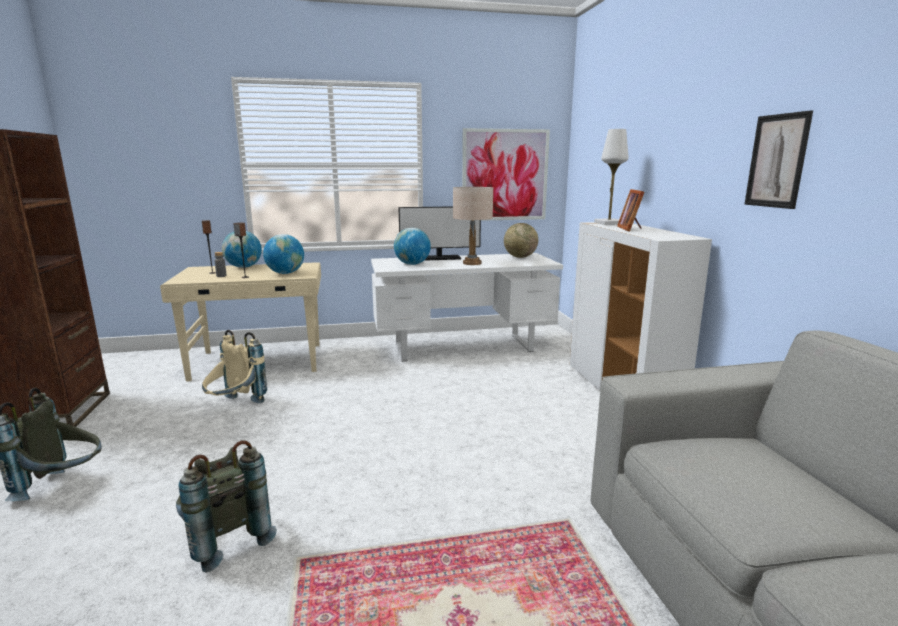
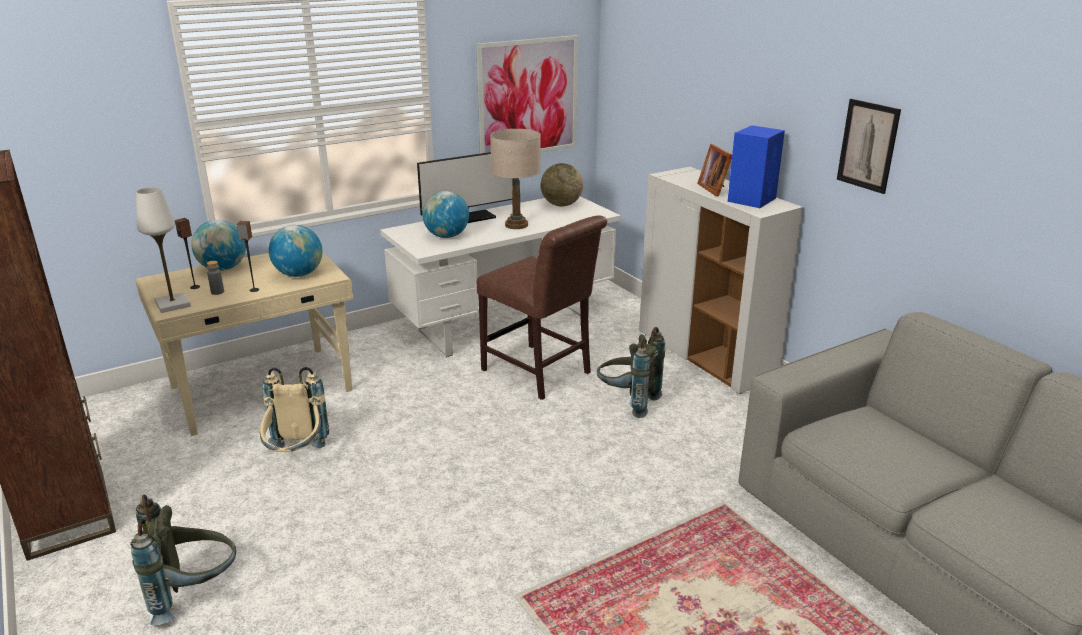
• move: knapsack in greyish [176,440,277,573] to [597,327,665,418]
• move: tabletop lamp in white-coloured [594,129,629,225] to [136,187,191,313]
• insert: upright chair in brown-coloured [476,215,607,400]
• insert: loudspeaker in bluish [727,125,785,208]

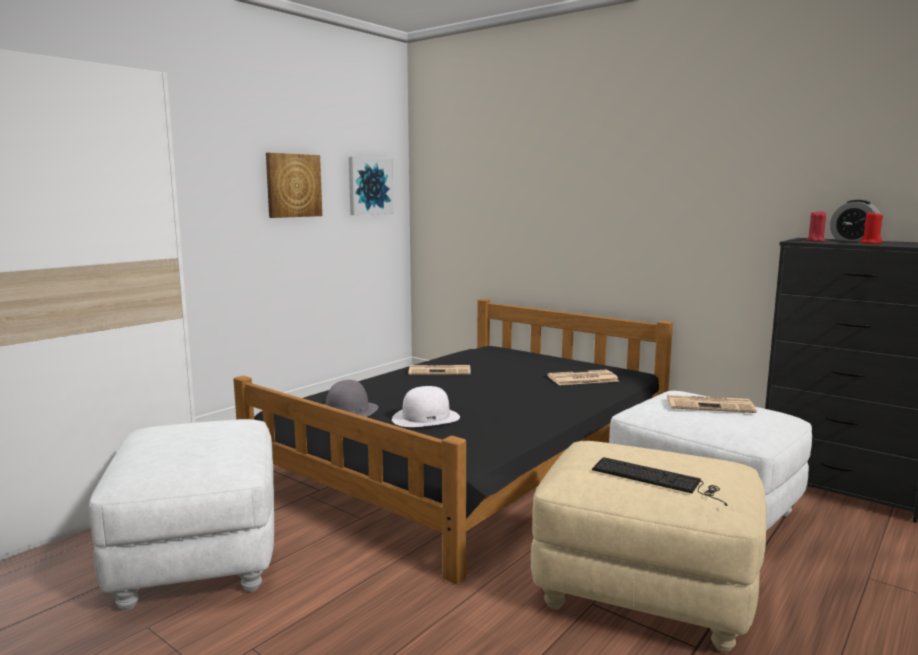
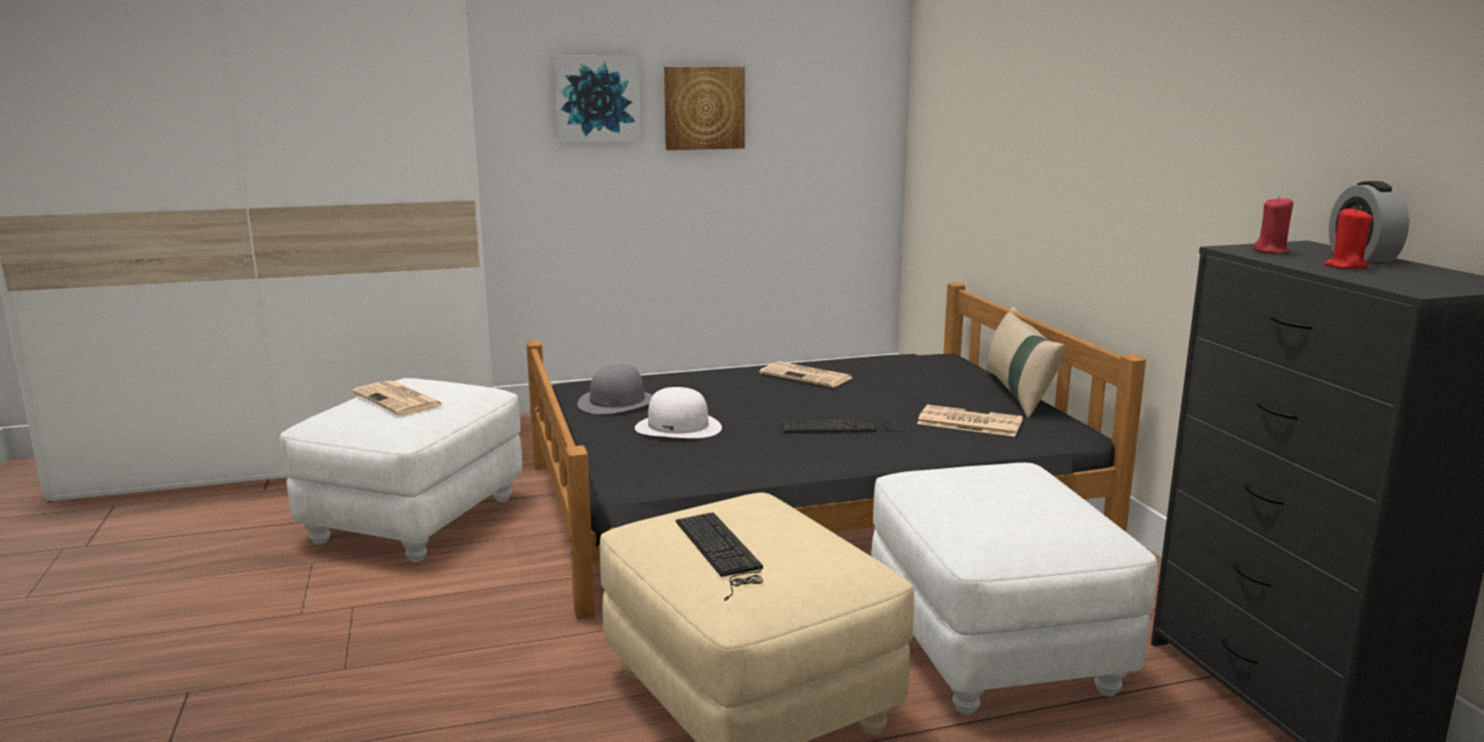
• move: wall picture [349,157,394,215] to [553,55,641,143]
• move: newspaper [667,395,757,413] to [352,380,445,415]
• insert: keyboard [781,419,910,435]
• insert: throw pillow in beige-coloured [985,306,1065,418]

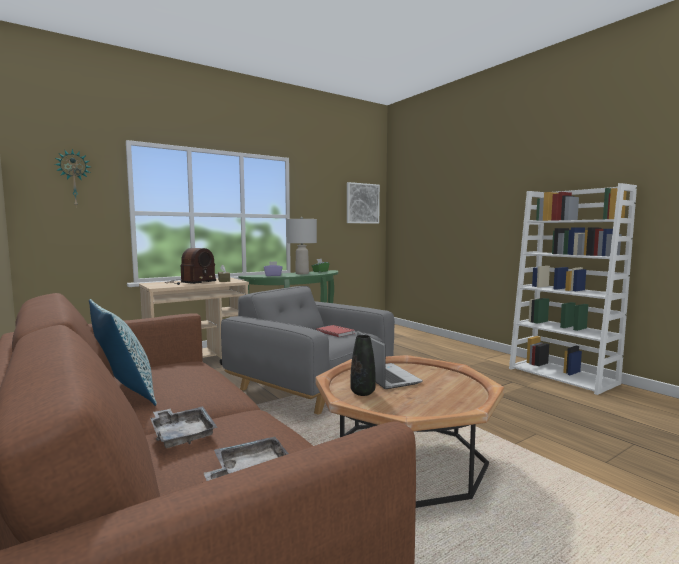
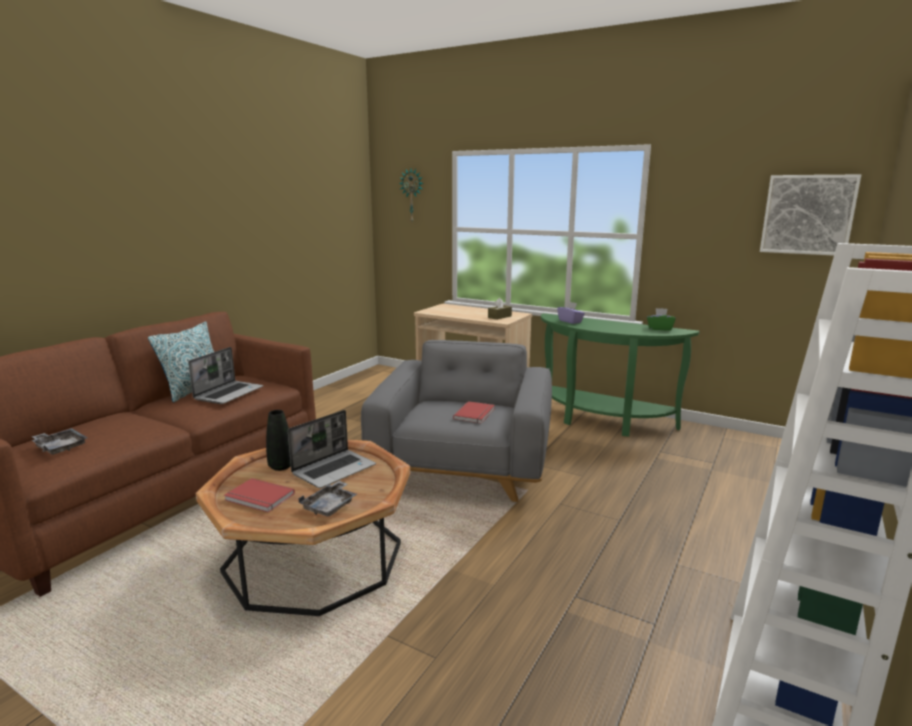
• move: serving tray in greyish [150,406,218,448] to [298,481,357,517]
• delete: radio set [165,248,216,285]
• delete: tabletop lamp in greyish [287,217,317,275]
• insert: notebook computer [188,347,264,404]
• insert: volume in red [224,478,295,512]

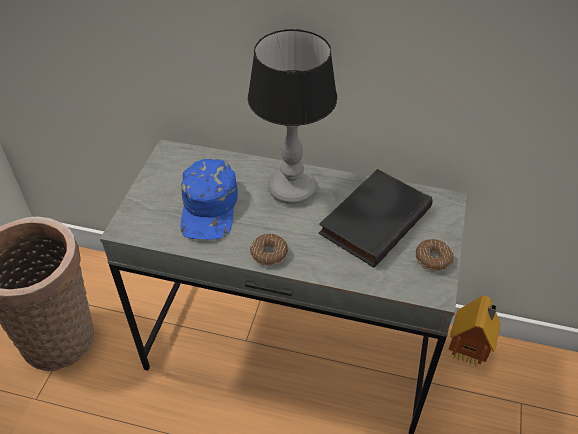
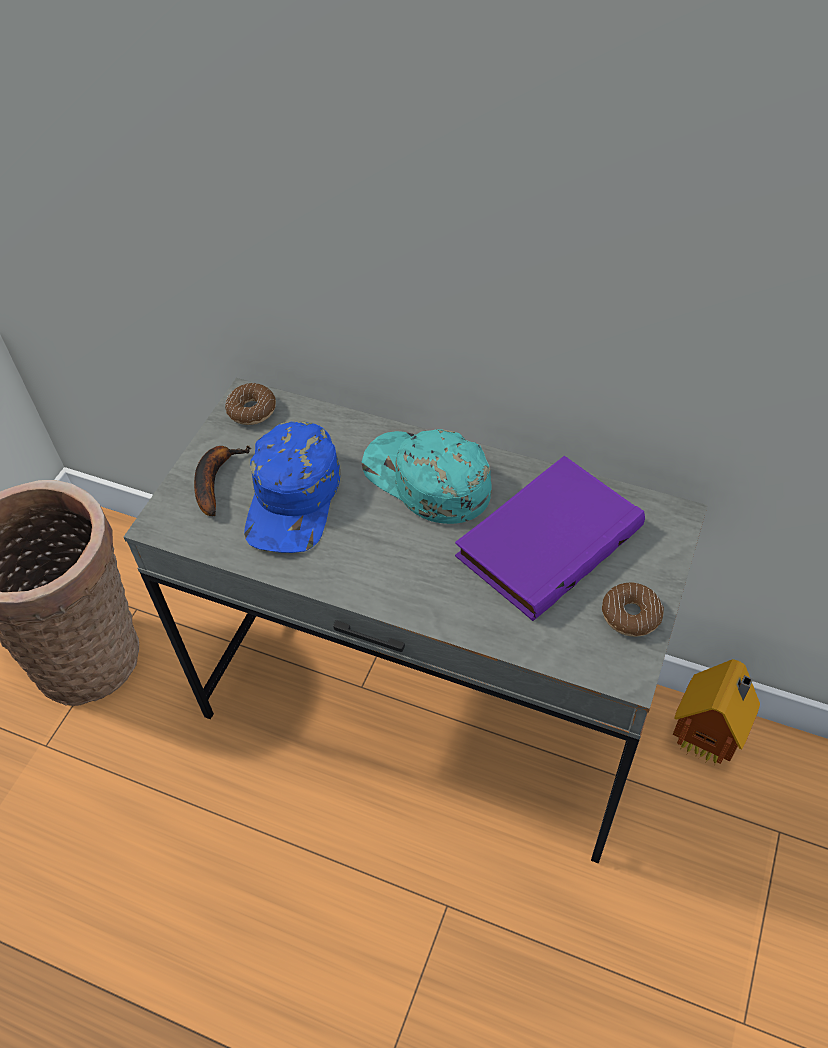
• replace: tabletop lamp [248,29,337,204] to peaked cap in turquoise-coloured [361,429,492,524]
• move: donut [250,234,288,266] to [225,383,276,425]
• recolor: volume in black [319,169,433,268] to volume in purplish [455,456,645,621]
• insert: banana fruit [194,446,252,516]

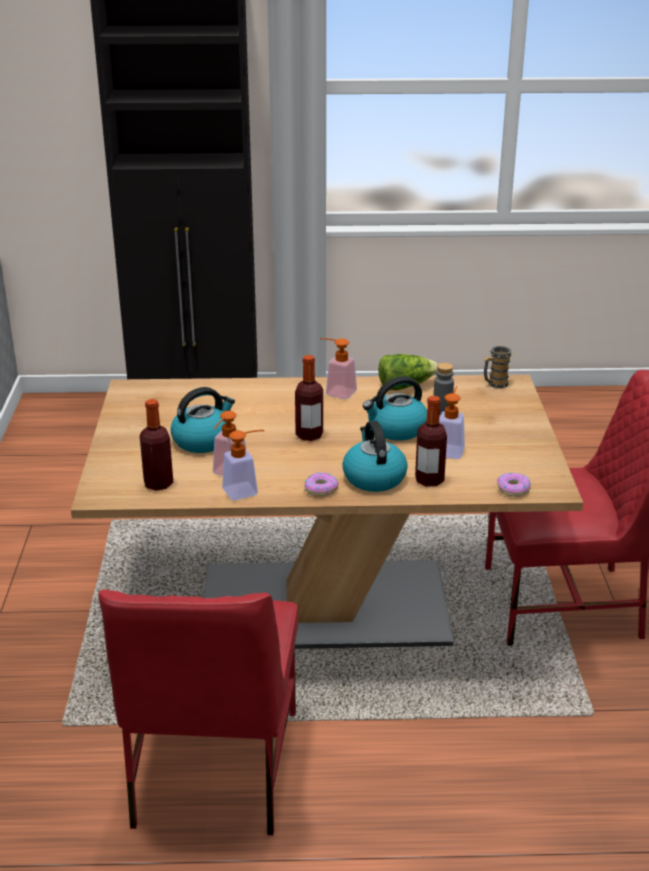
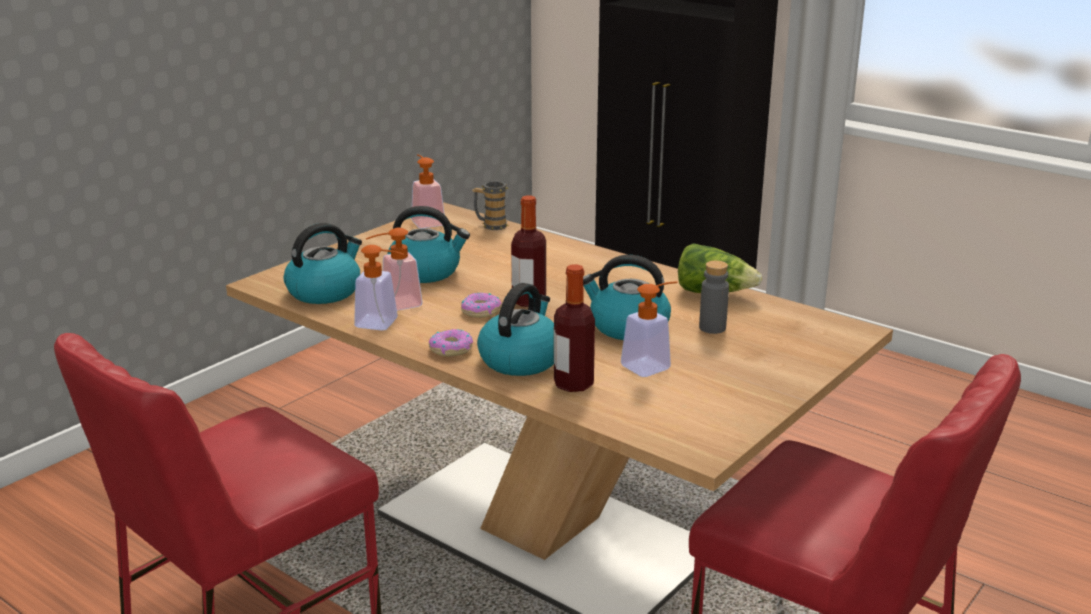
• replace: bottle [140,399,173,491] to tea kettle [284,223,362,304]
• move: soap bottle [320,338,357,399] to [411,154,445,228]
• move: tea mug [484,346,512,388] to [472,181,508,230]
• move: donut [497,472,531,497] to [461,293,502,318]

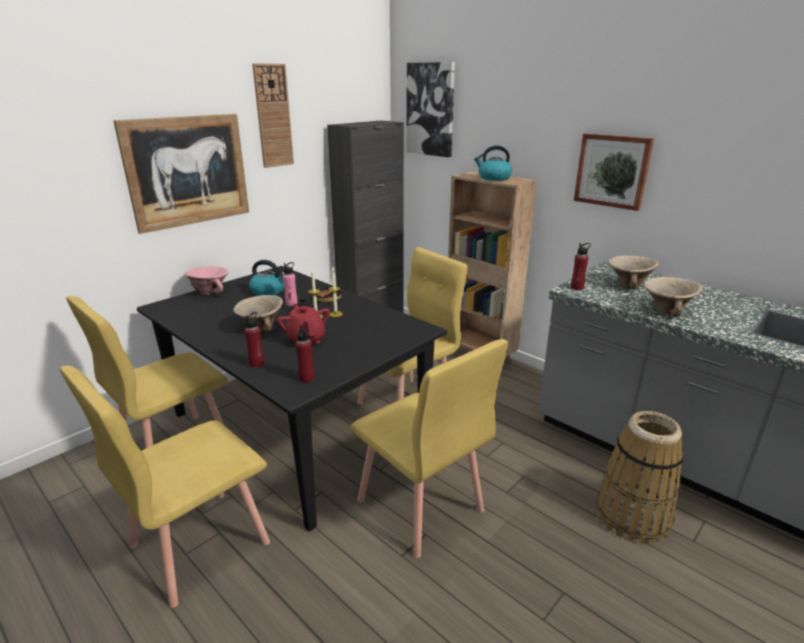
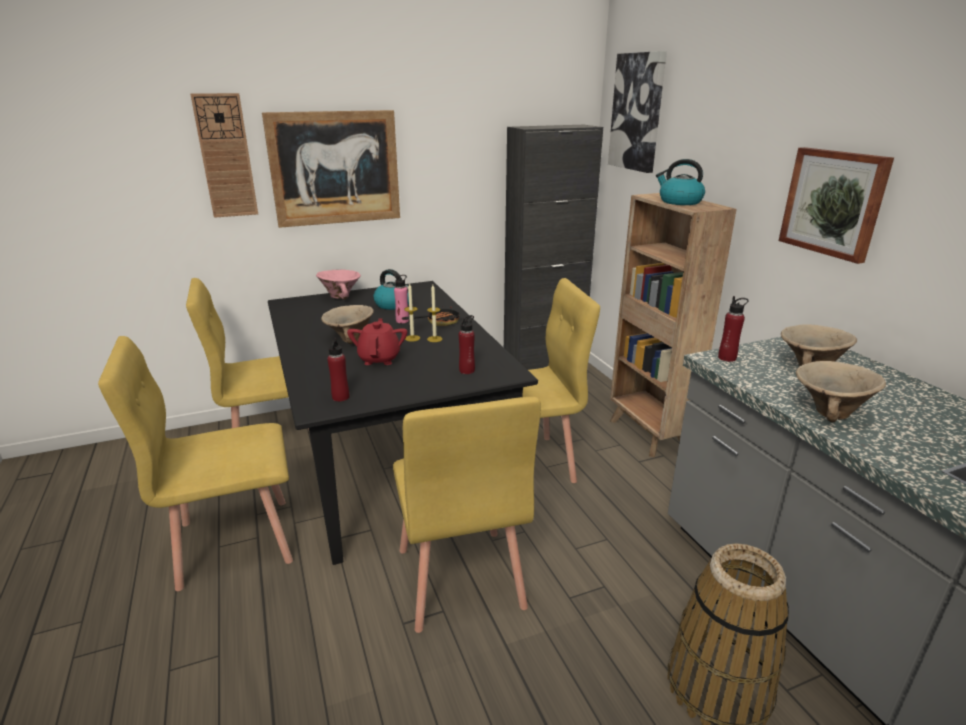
• move: bottle in red [244,312,264,368] to [459,315,475,374]
• move: clock on the wall [252,63,294,168] to [190,93,258,218]

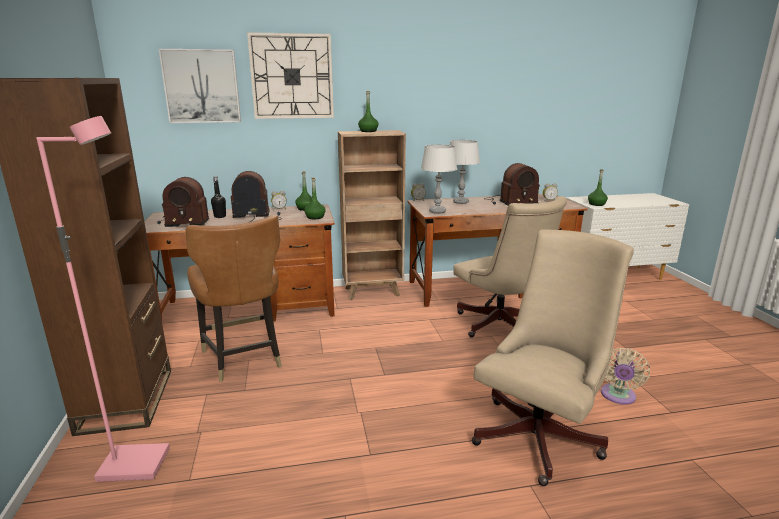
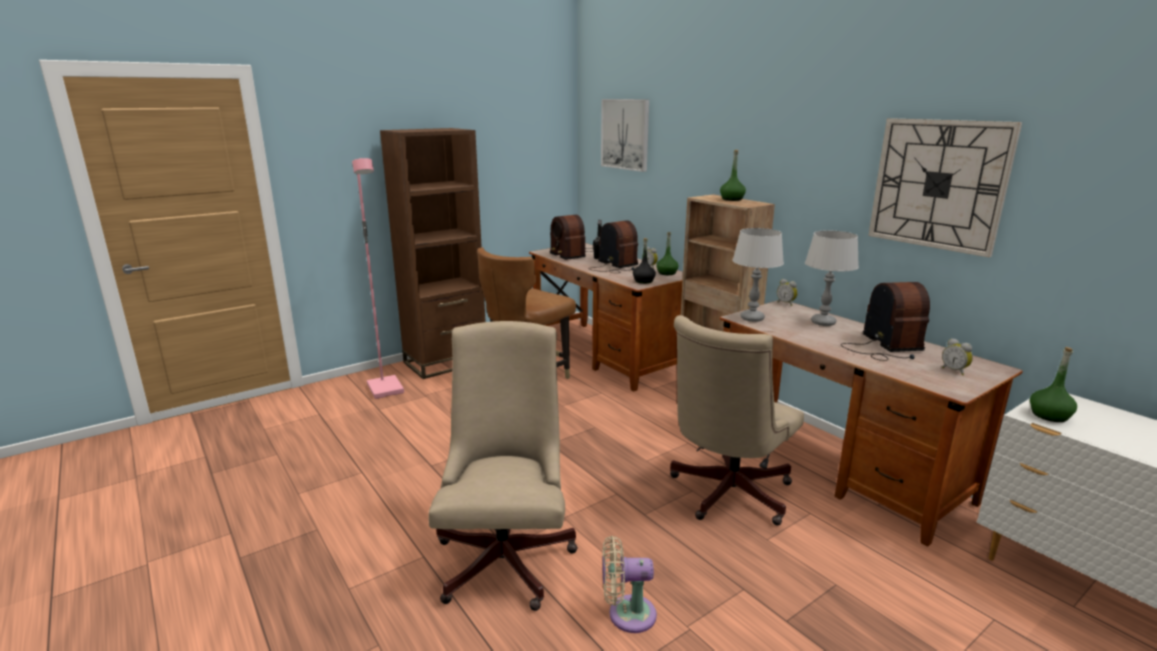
• move: clock on the wall [247,32,334,119] to [868,118,1022,257]
• recolor: bottle in green [304,177,326,219] to bottle in black [633,238,656,284]
• rotate: office chair in beige-coloured [472,229,634,486] = [428,321,578,611] 105 degrees counterclockwise
• rotate: radio set [484,163,540,205] = [841,282,930,361] 150 degrees counterclockwise

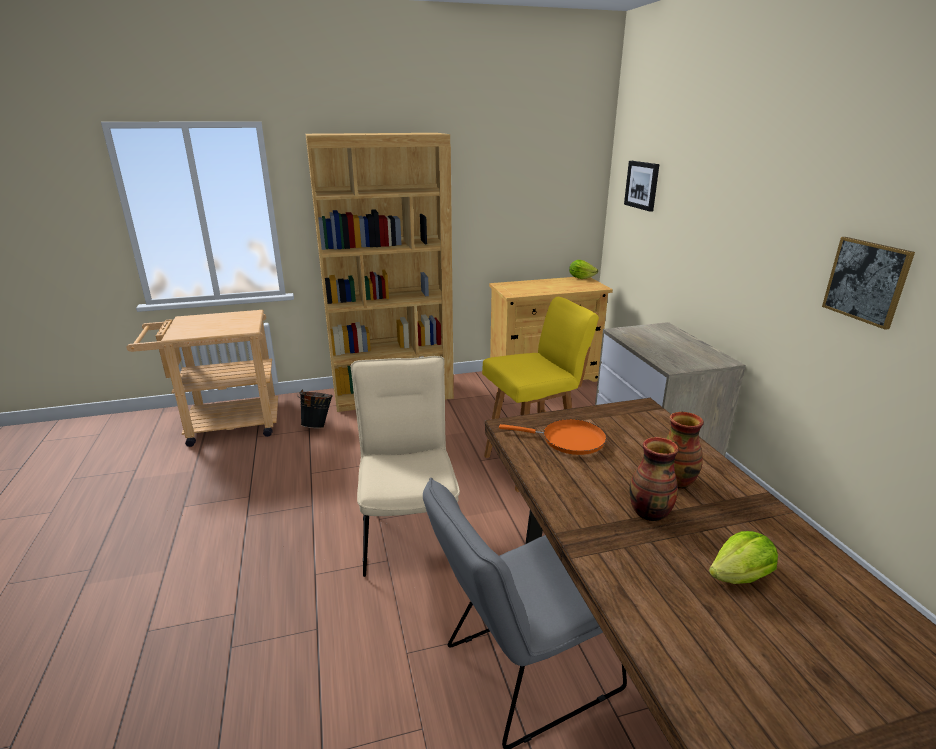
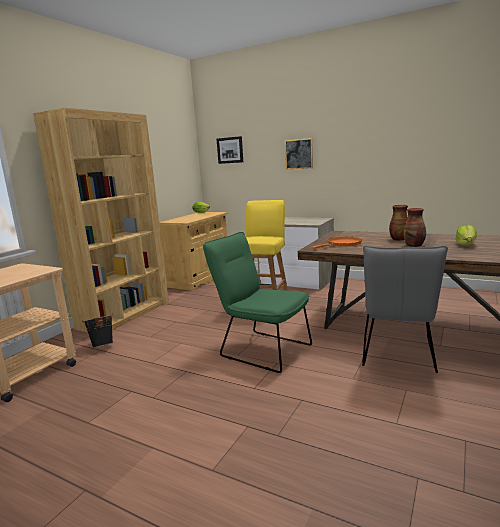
• recolor: upright chair in beige-coloured [351,356,460,577] to upright chair in green [203,232,312,373]
• move: wall picture [822,237,915,330] to [285,138,313,169]

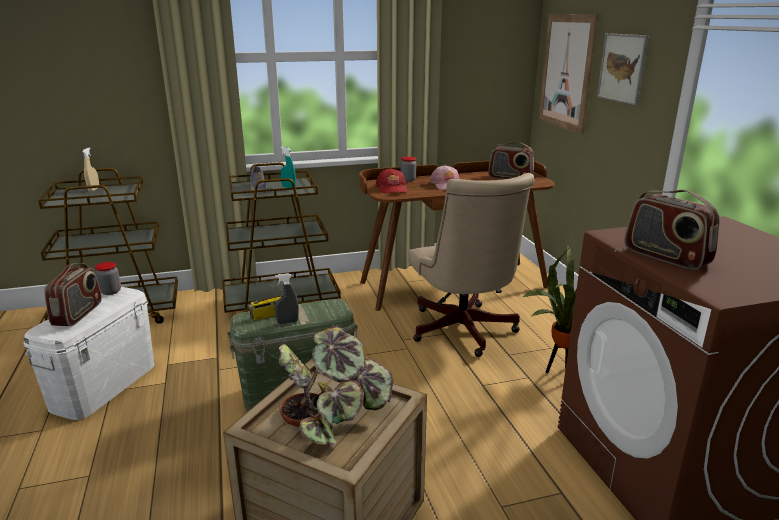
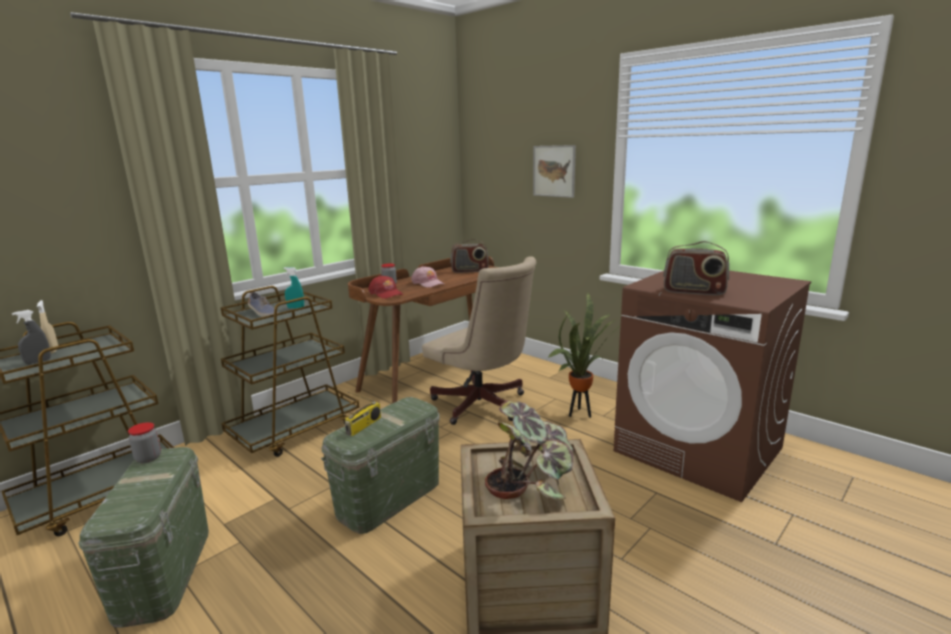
• recolor: storage bin in white-coloured [24,287,155,420] to storage bin in green [78,447,209,627]
• delete: radio set [45,263,102,326]
• move: spray bottle in greyish [275,273,299,324] to [12,310,51,365]
• delete: wall picture [538,14,599,134]

